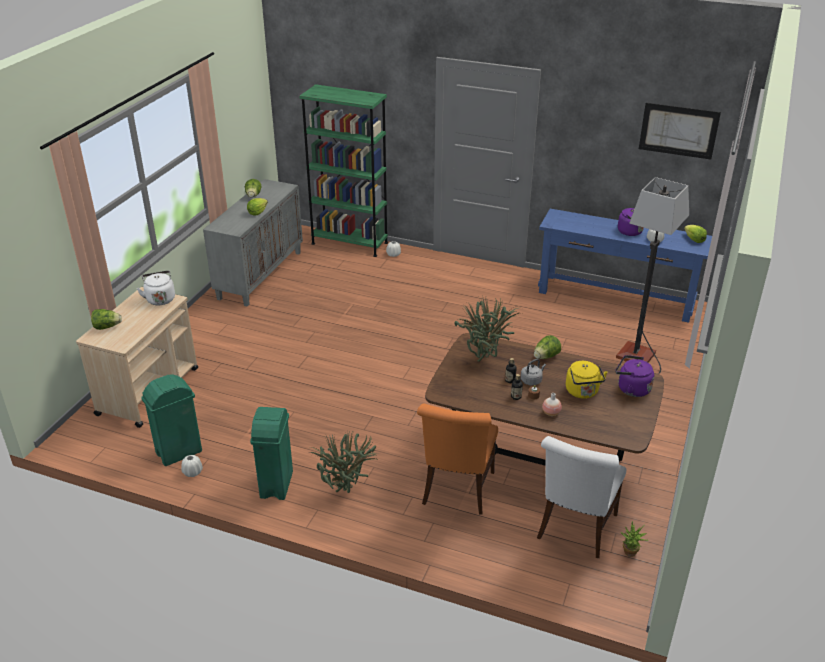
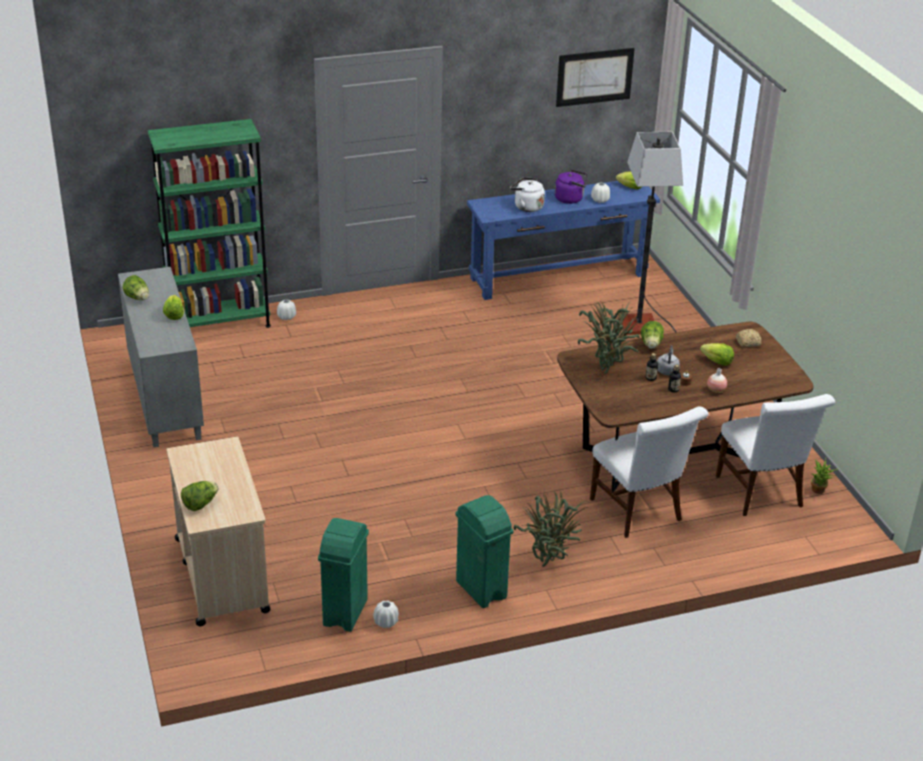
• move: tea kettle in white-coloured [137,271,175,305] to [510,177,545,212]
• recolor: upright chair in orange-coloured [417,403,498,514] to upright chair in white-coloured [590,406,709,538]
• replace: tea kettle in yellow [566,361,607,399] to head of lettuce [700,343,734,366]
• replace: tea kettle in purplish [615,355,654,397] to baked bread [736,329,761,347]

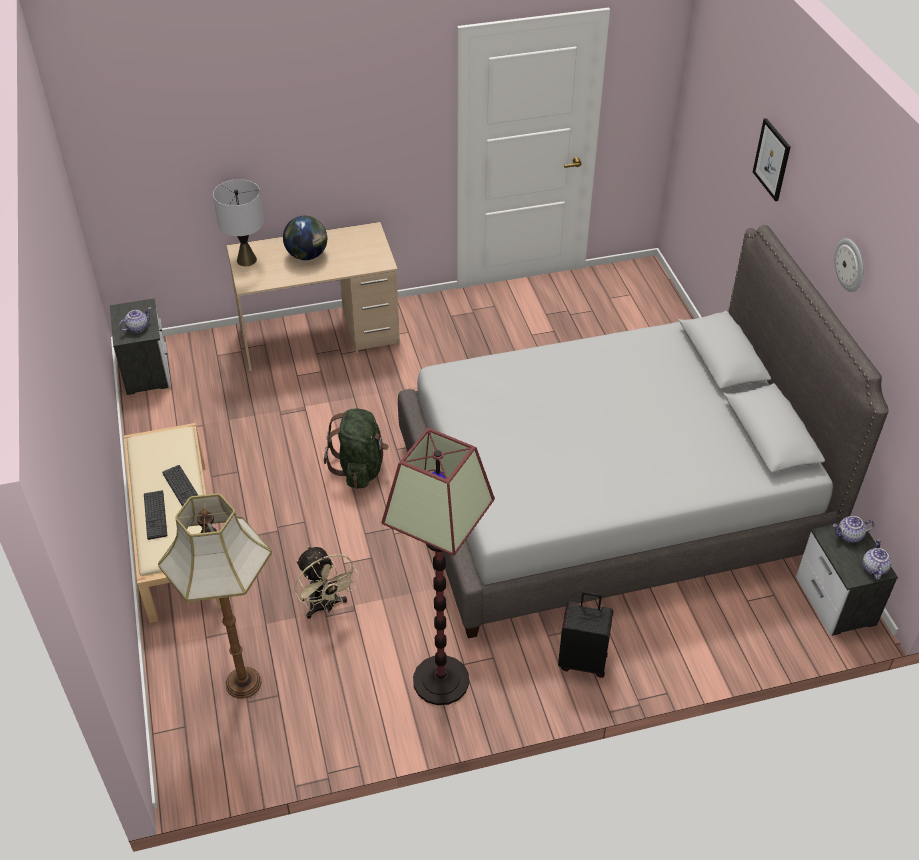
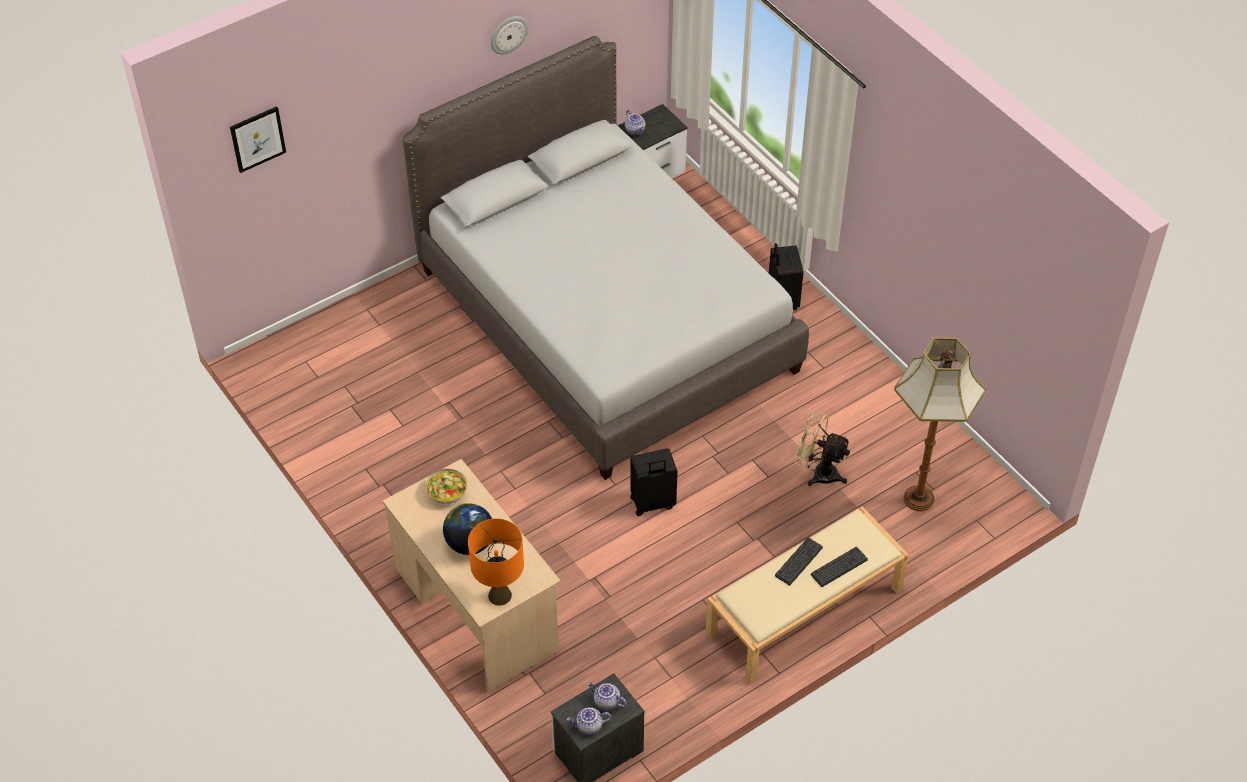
• recolor: tabletop lamp in greyish [213,179,264,266] to tabletop lamp in orange-coloured [468,518,524,605]
• rotate: cooling fan in beige-coloured [294,546,359,619] = [795,411,851,486] 105 degrees counterclockwise
• replace: knapsack in green [324,408,389,489] to travel case in black [630,448,677,516]
• delete: standard lamp [381,428,495,705]
• move: wall picture [753,118,791,201] to [230,106,286,173]
• move: tea pot [862,539,892,580] to [567,707,611,735]
• insert: bowl [426,469,467,504]

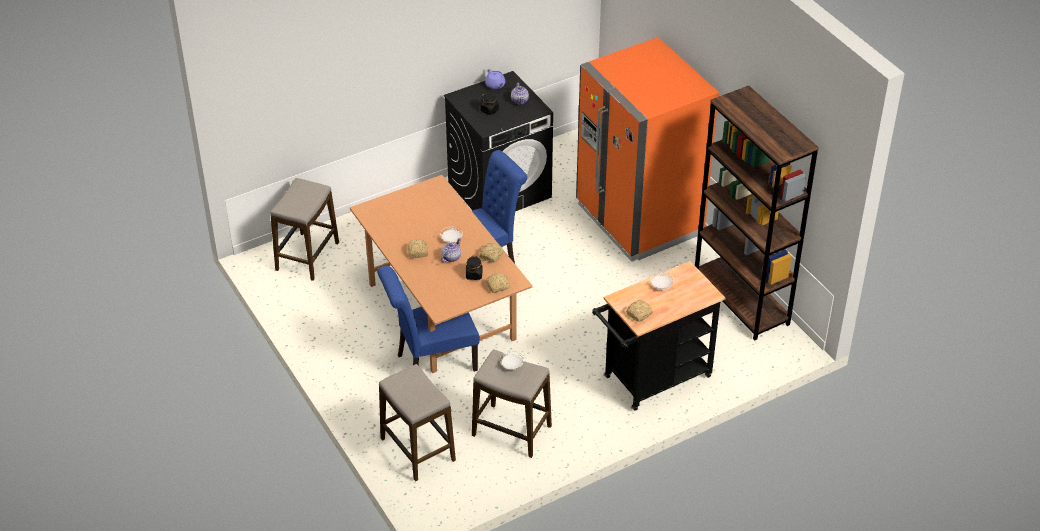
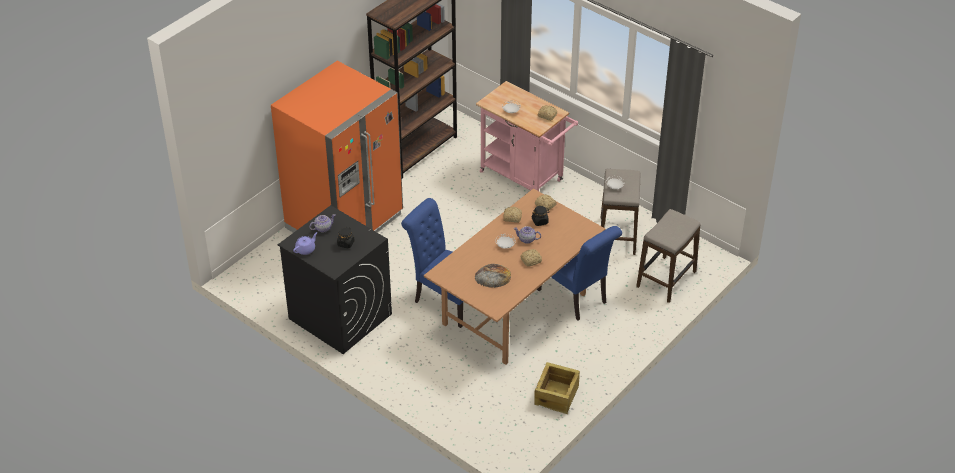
• delete: sitting stool [270,178,339,281]
• recolor: trolley in black [592,261,726,411] to trolley in pink [476,81,578,191]
• insert: baked bread [475,264,511,288]
• insert: crate [534,362,580,414]

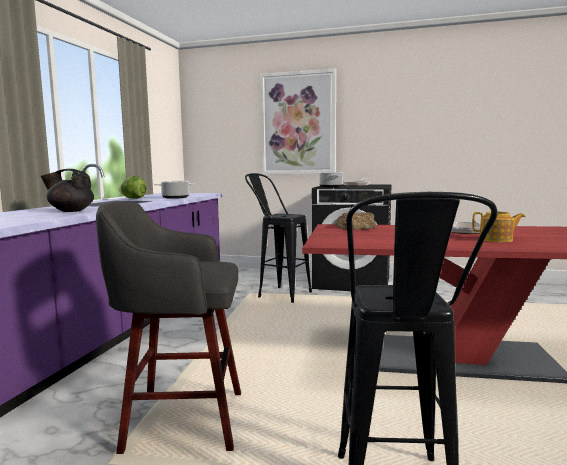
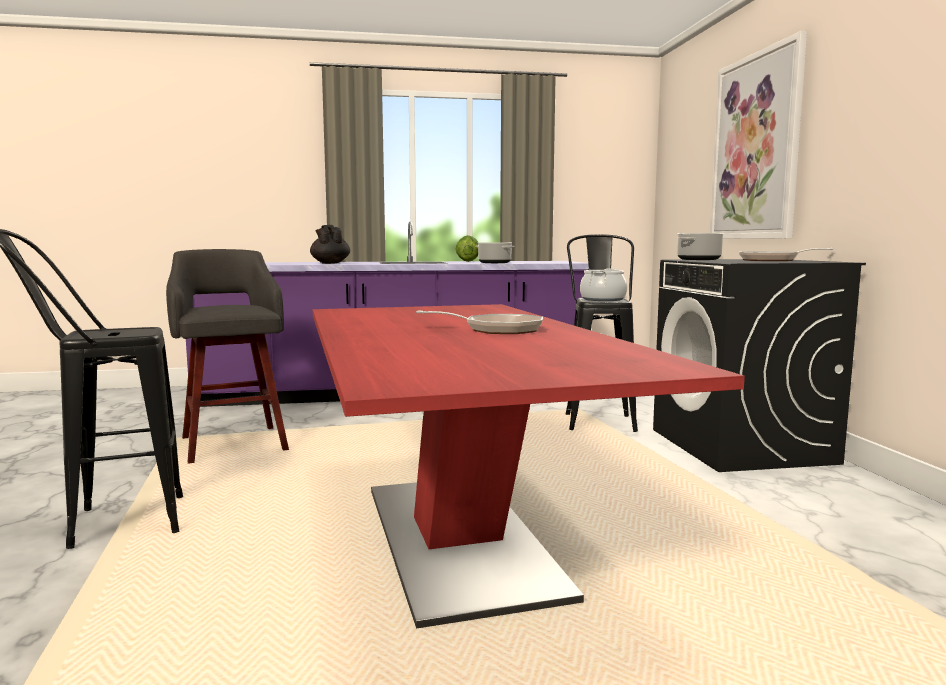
• delete: baked bread [336,212,376,230]
• delete: tea pot [472,212,525,242]
• insert: stockpot [580,268,627,301]

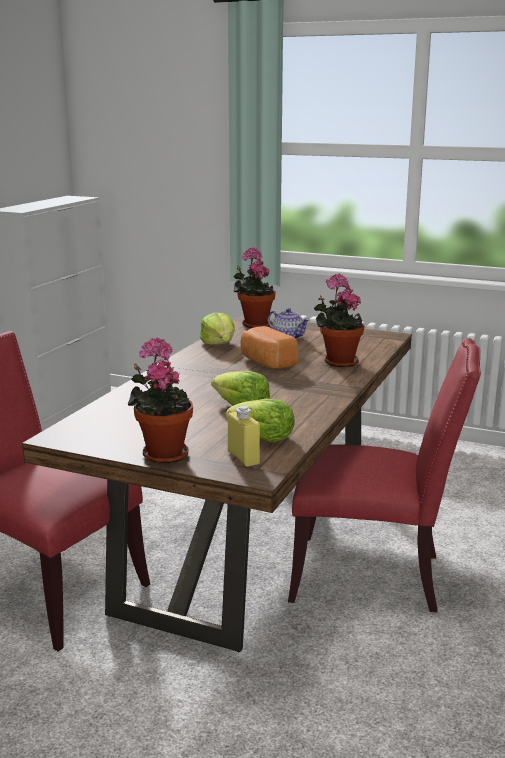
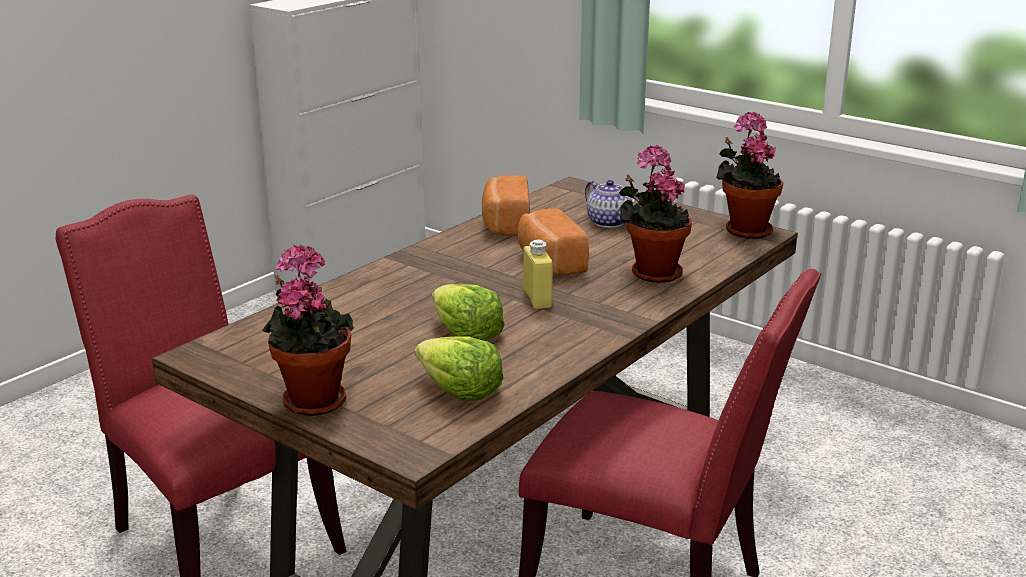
• replace: head of lettuce [200,313,235,345] to baked bread [482,175,530,236]
• move: bottle in yellow [228,406,260,467] to [523,239,553,309]
• move: plant in a pot [234,247,276,328] to [717,112,783,239]

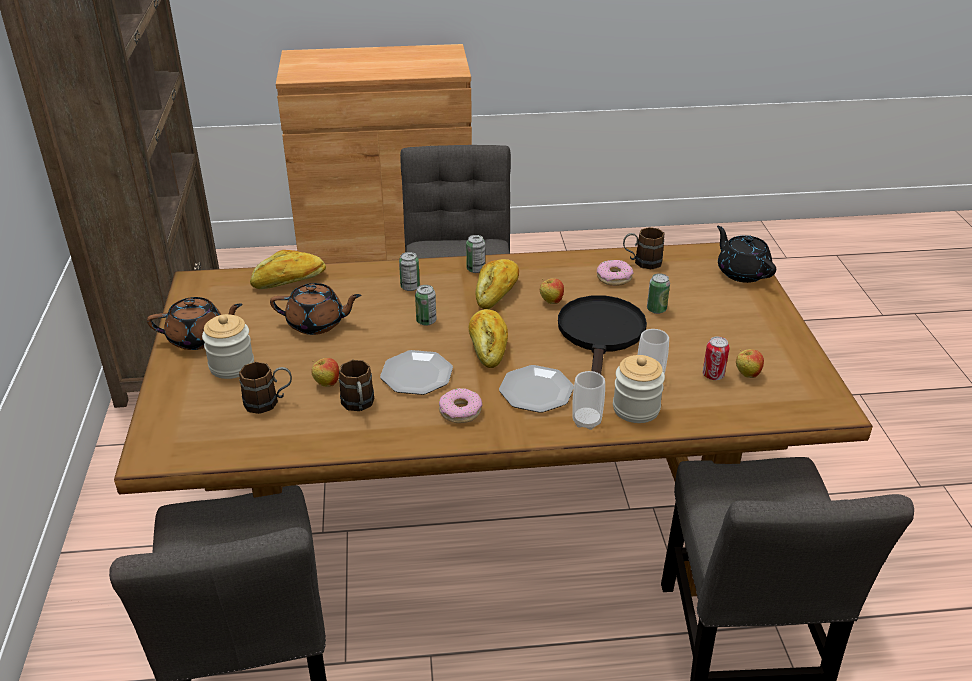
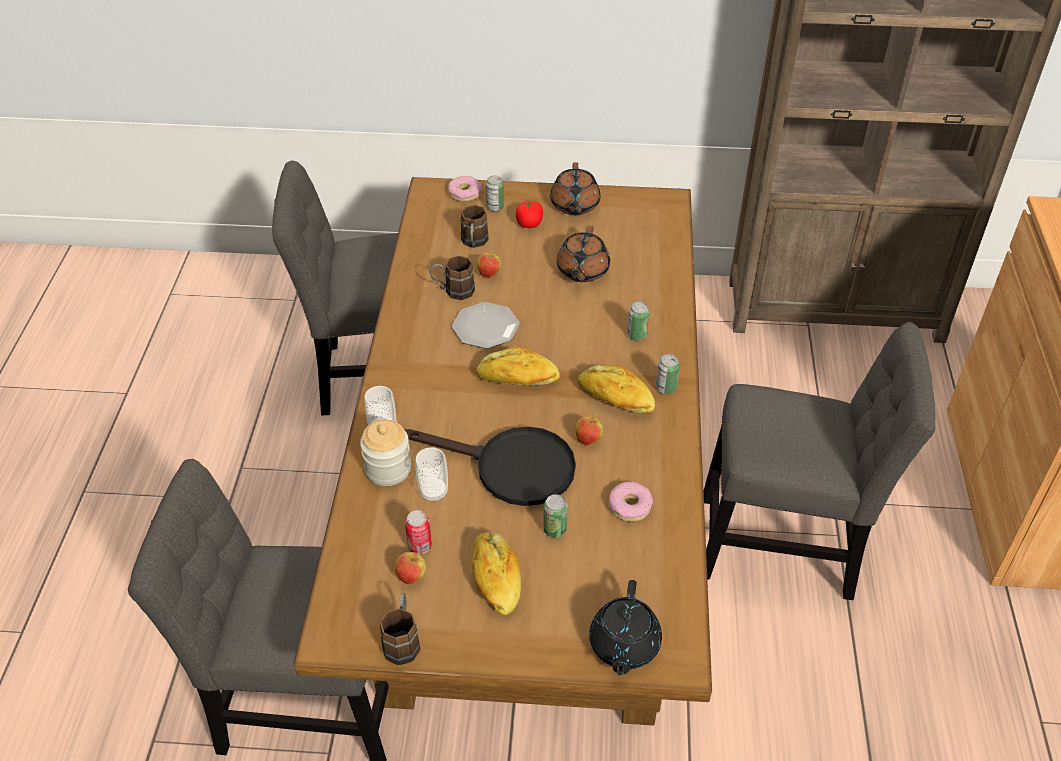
• replace: preserve jar [202,314,254,379] to whole tomato [516,201,543,228]
• move: baked bread [250,250,326,289] to [472,533,521,616]
• move: can [415,285,436,326] to [486,175,504,211]
• move: donut [439,388,482,423] to [448,176,482,202]
• delete: plate [499,365,574,413]
• move: tea mug in brown-coloured [623,227,664,270] to [380,594,421,665]
• rotate: tea pot in black [717,226,776,283] = [589,580,662,676] 120 degrees clockwise

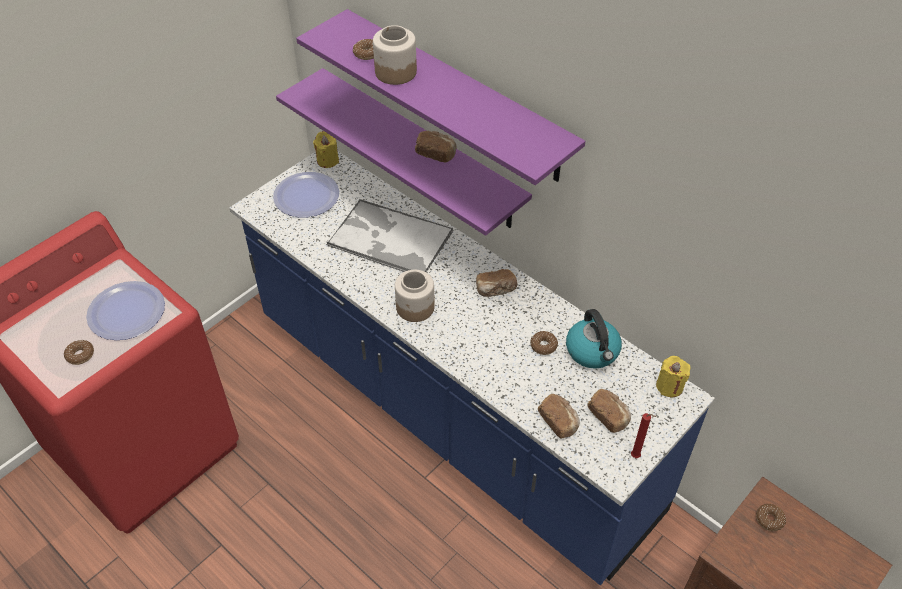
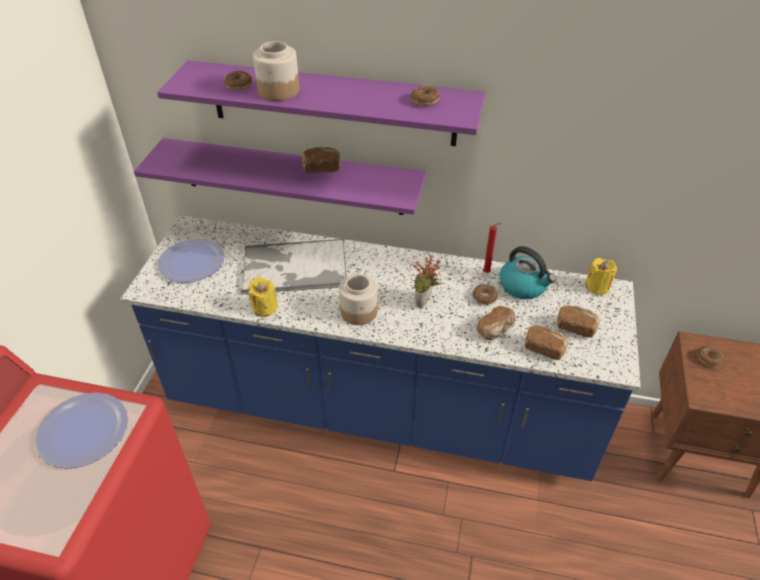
• move: donut [64,340,94,365] to [410,86,440,106]
• move: wax candle in yellow [313,131,339,168] to [248,277,278,317]
• move: baked bread [476,269,517,297] to [477,306,516,340]
• move: wax candle in red [631,413,656,458] to [483,223,501,273]
• insert: plant in a pot [413,256,441,308]

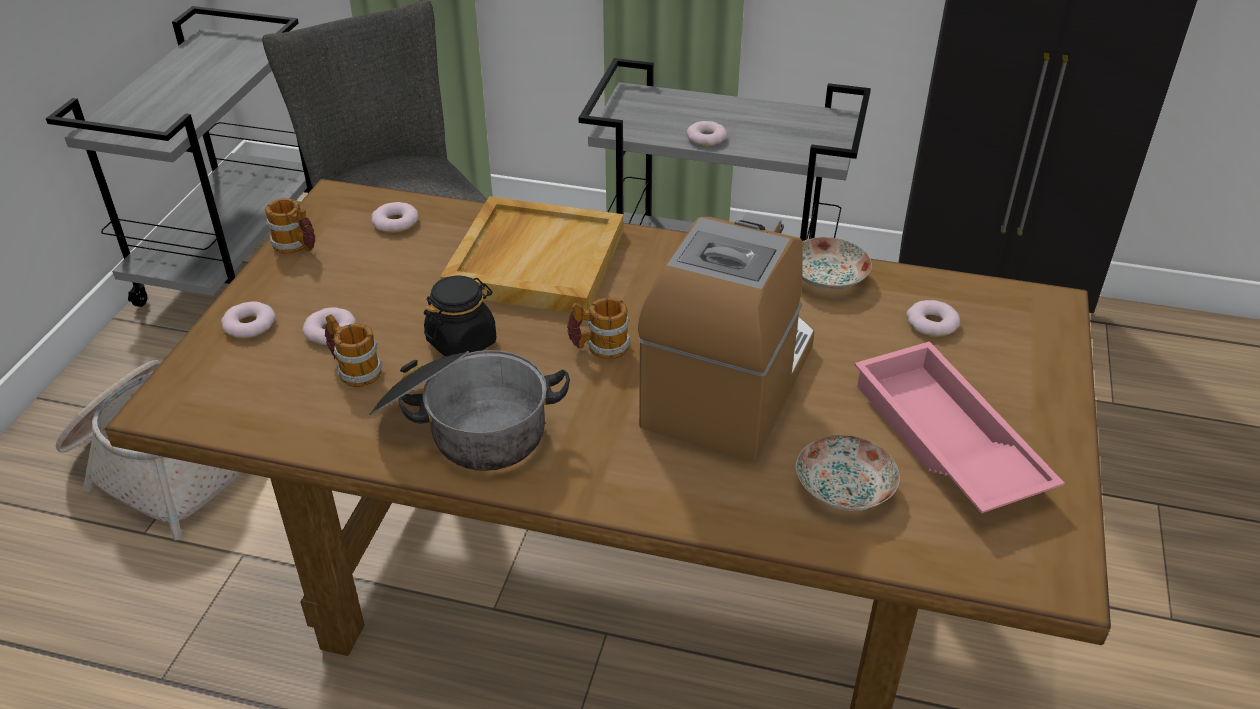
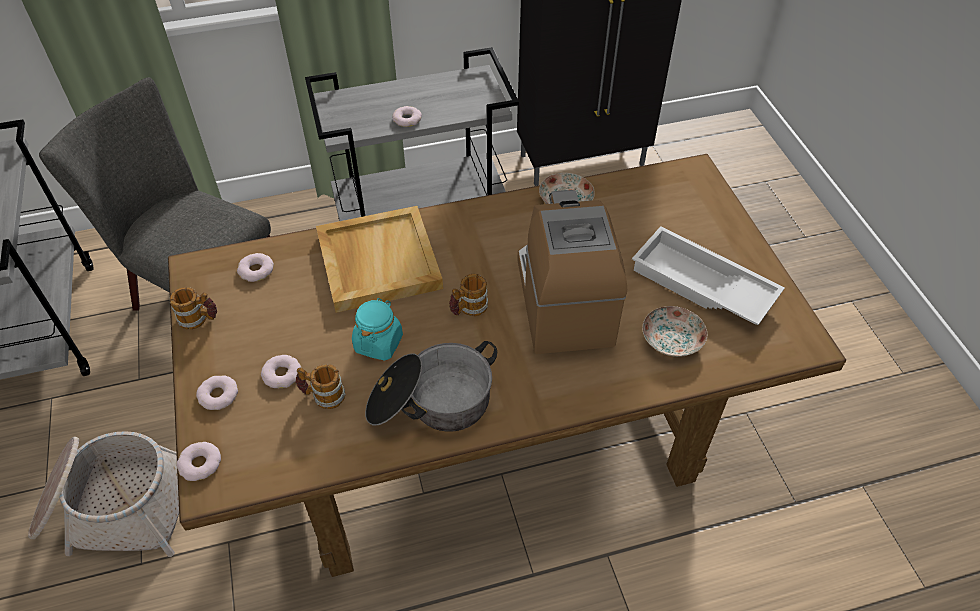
• recolor: preserve jar in black [424,275,497,357] to preserve jar in turquoise-coloured [352,298,403,361]
• recolor: serving tray in pink [854,341,1065,513] to serving tray in white-coloured [632,226,785,325]
• move: donut [906,300,960,337] to [176,442,221,481]

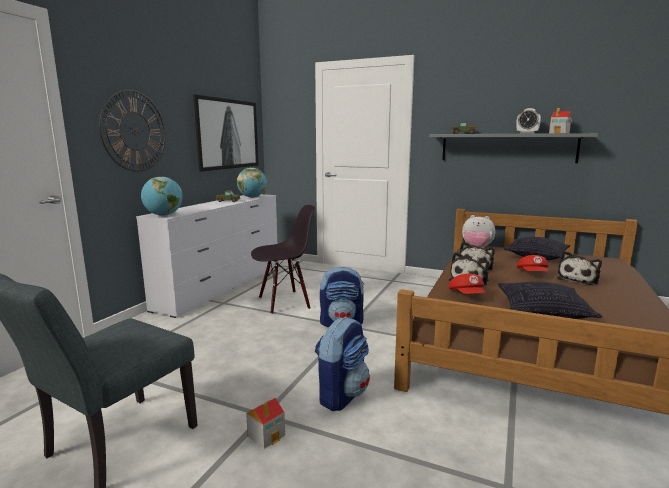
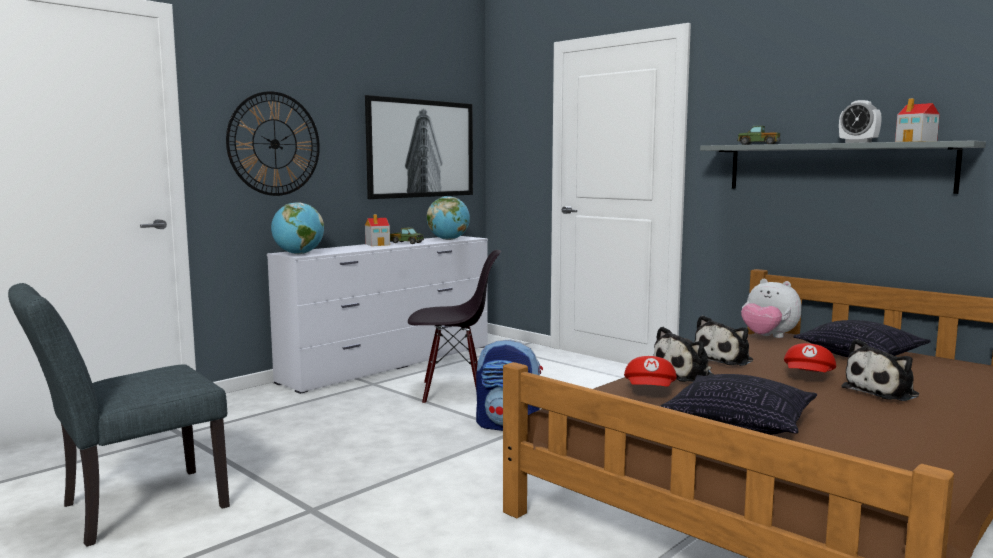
• move: miniature house [246,398,285,449] to [365,214,390,246]
• delete: knapsack [315,317,370,411]

